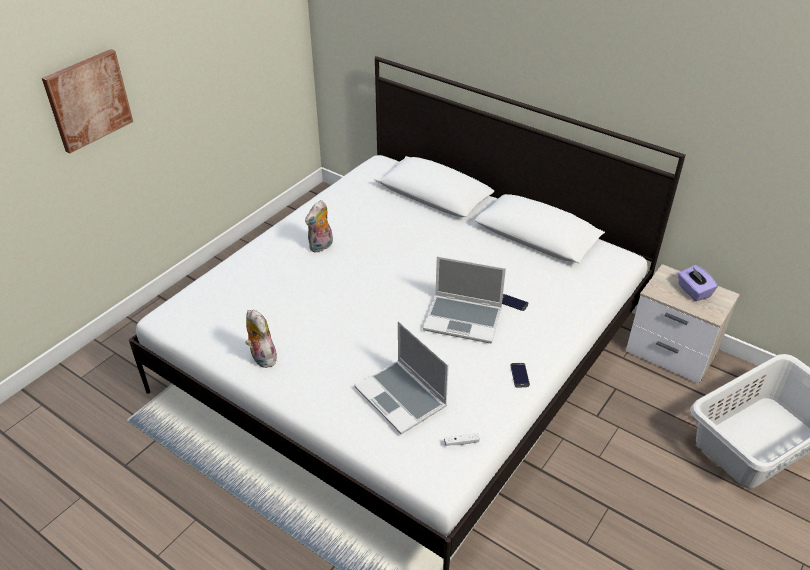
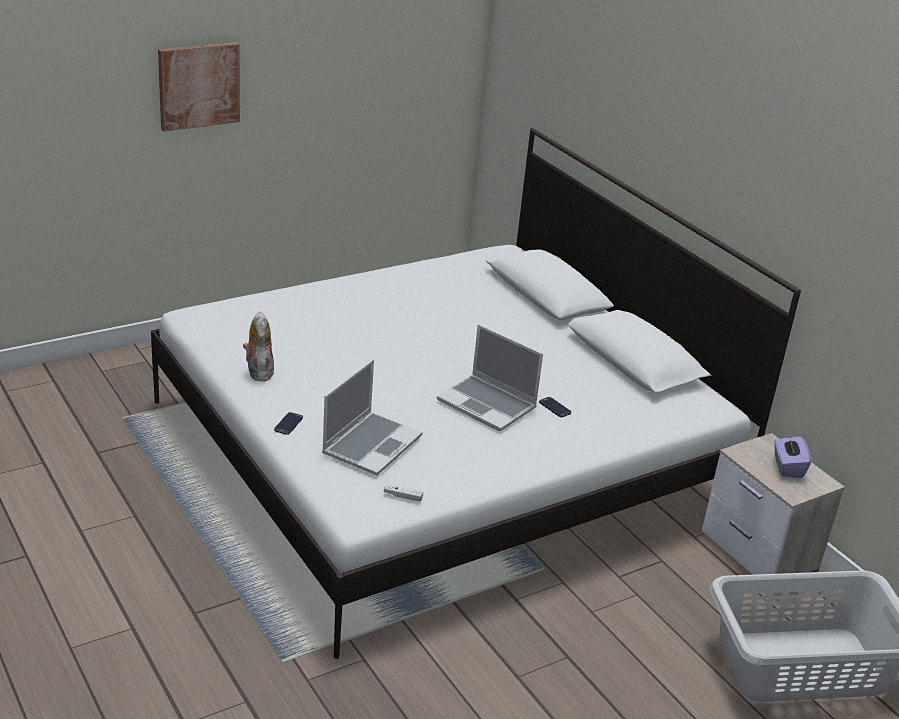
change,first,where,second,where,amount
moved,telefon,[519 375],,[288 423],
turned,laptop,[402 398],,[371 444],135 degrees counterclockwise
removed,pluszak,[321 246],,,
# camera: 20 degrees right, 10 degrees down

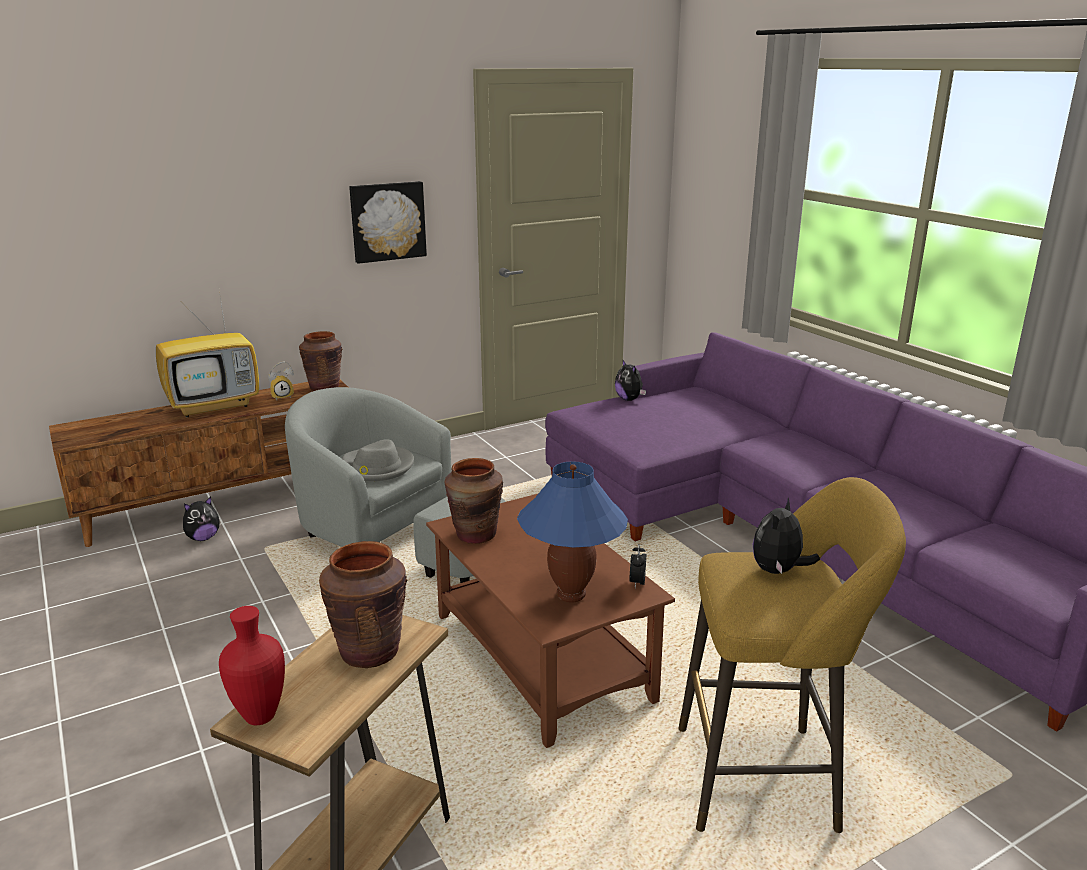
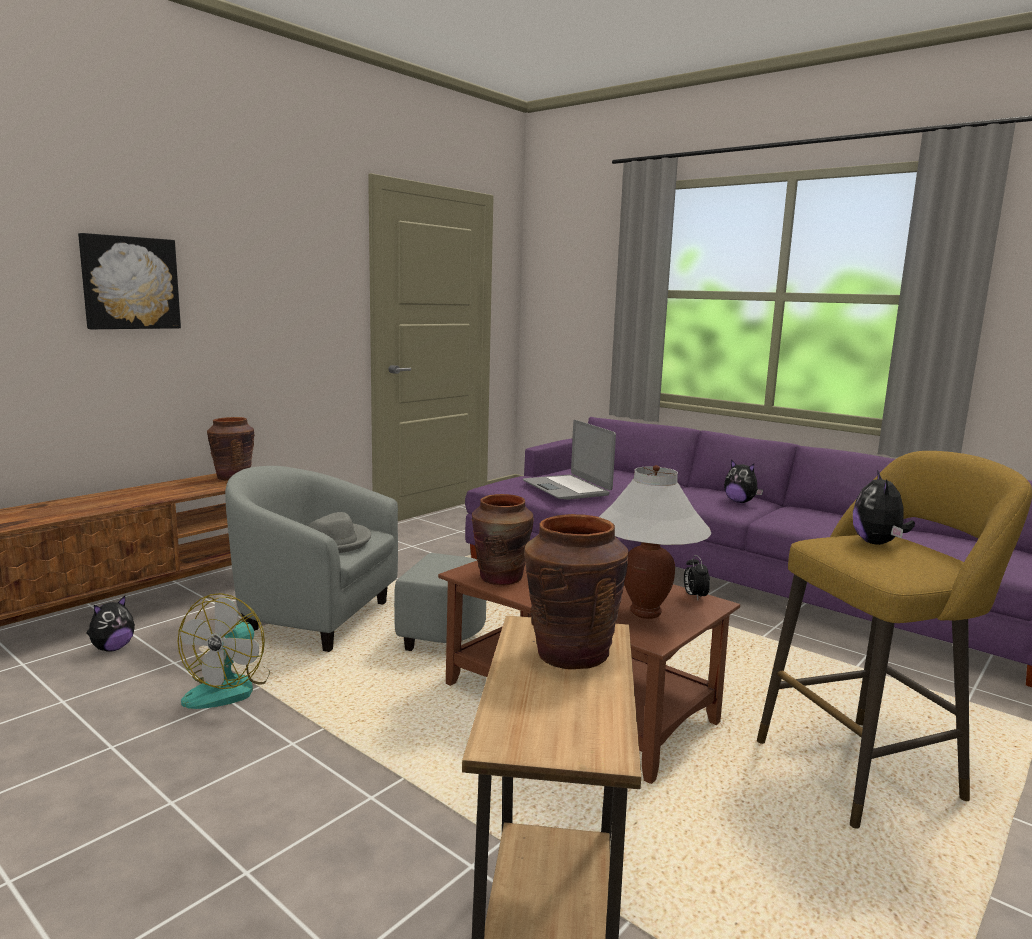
change,first,where,second,where,amount
moved,obraz,[387 221],,[130 283],
added,,,wentylator,[229 687],
added,,,laptop,[567 488],
recoloured,lampa stołowa [niebieski],[571 595],lampa stołowa [biały],[646 613],
moved,pluszak,[629 399],,[740 502],
removed,telewizor,[215 405],,,
removed,wazon [czerwony],[262 716],,,
removed,budzik,[282 396],,,
# camera: 20 degrees left, 10 degrees down

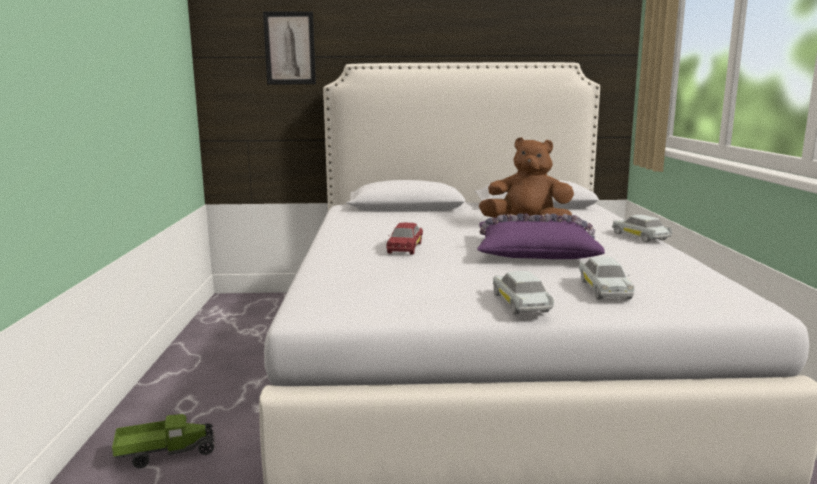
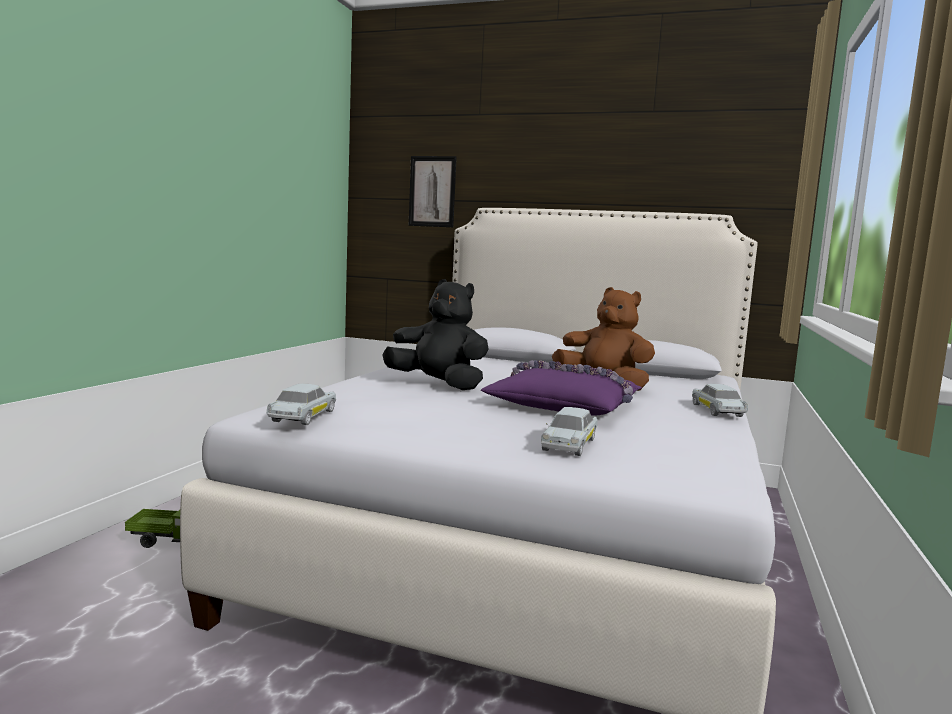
change,first,where,second,where,amount
moved,samochodzik [biały],[520 304],,[303 416],
replaced,samochodzik [czerwony],[405 248],pluszak [czarny],[438 385],
# camera: 20 degrees right, 5 degrees down

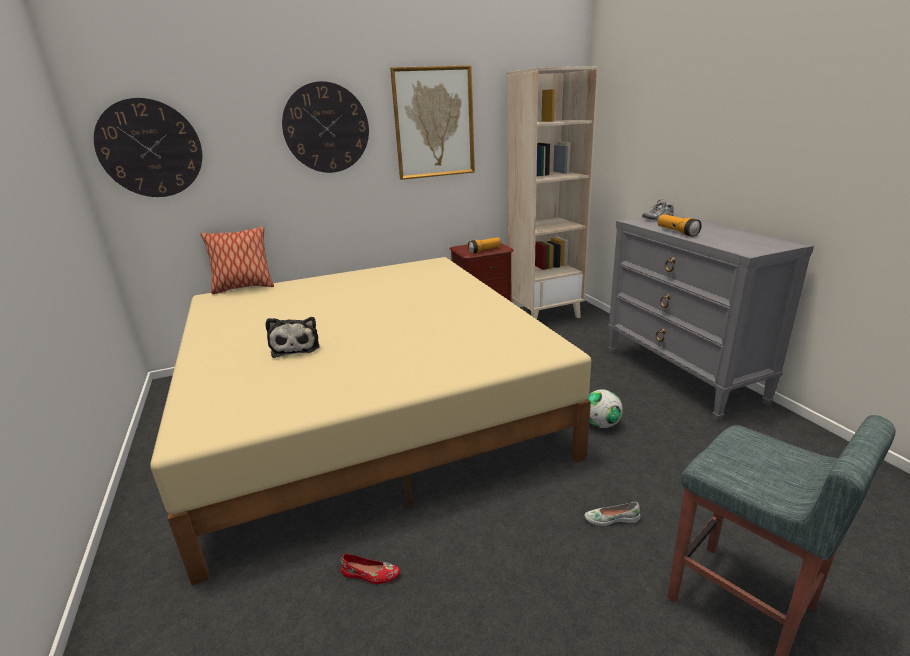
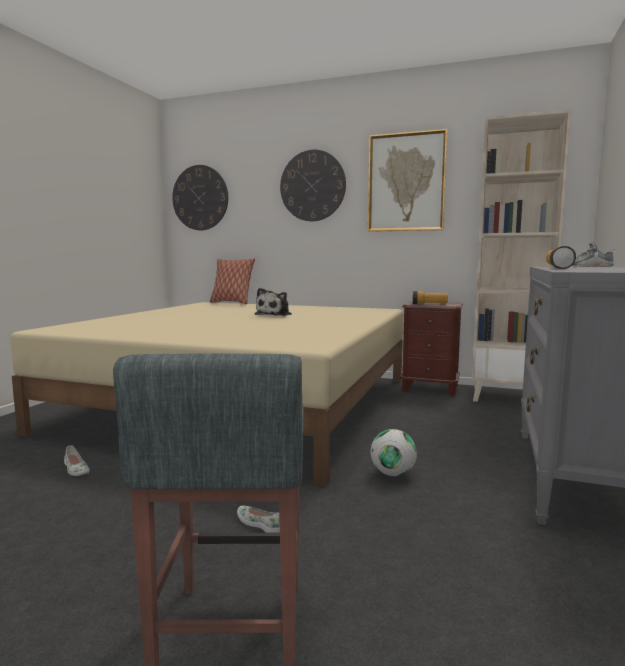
change,first,where,second,where,amount
recoloured,but [czerwony],[370 575],but [biały],[75 469],
moved,pluszak,[296 347],,[275 315],
# camera: 40 degrees right, 15 degrees down

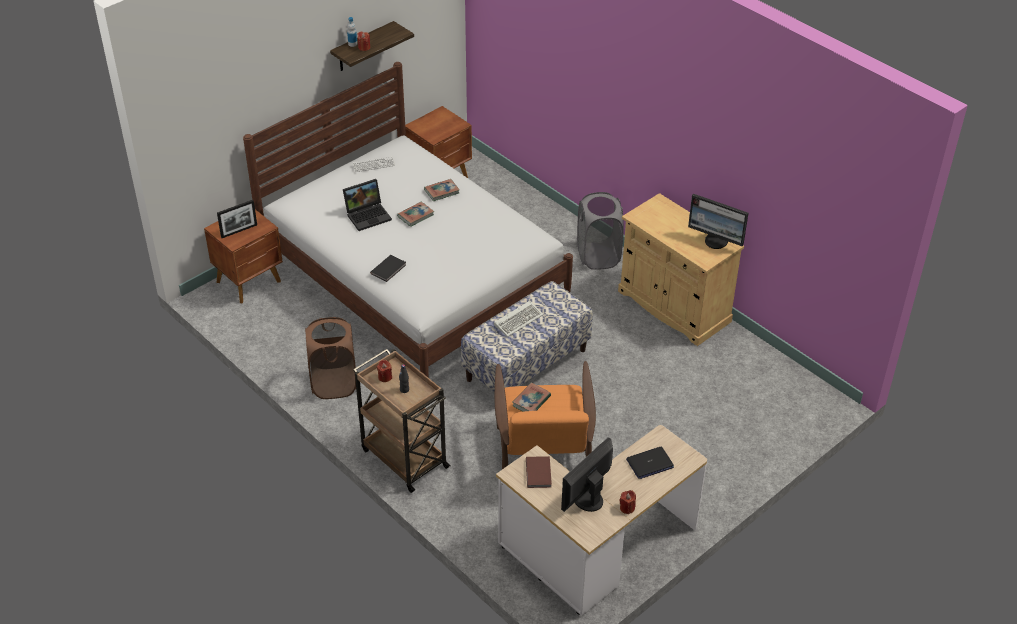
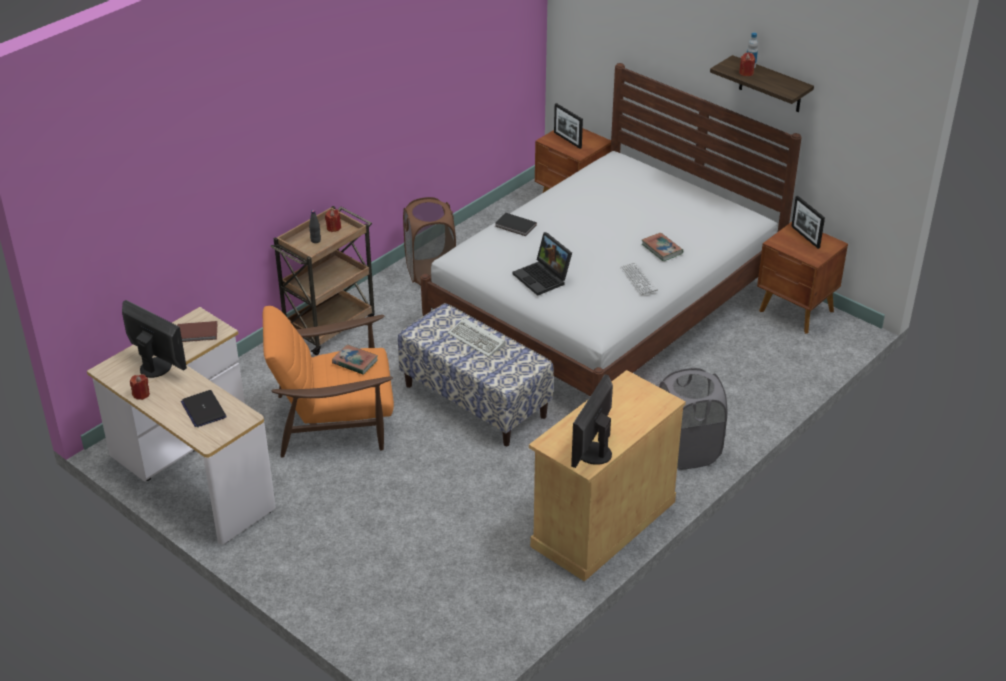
change,first,where,second,where,amount
moved,laptop,[368 215],,[543 278],
moved,klawiatura,[373 164],,[638 279],
added,,,ramka na zdjęcie,[805 237],
removed,książka,[415 216],,,
# camera: 85 degrees right, 5 degrees down

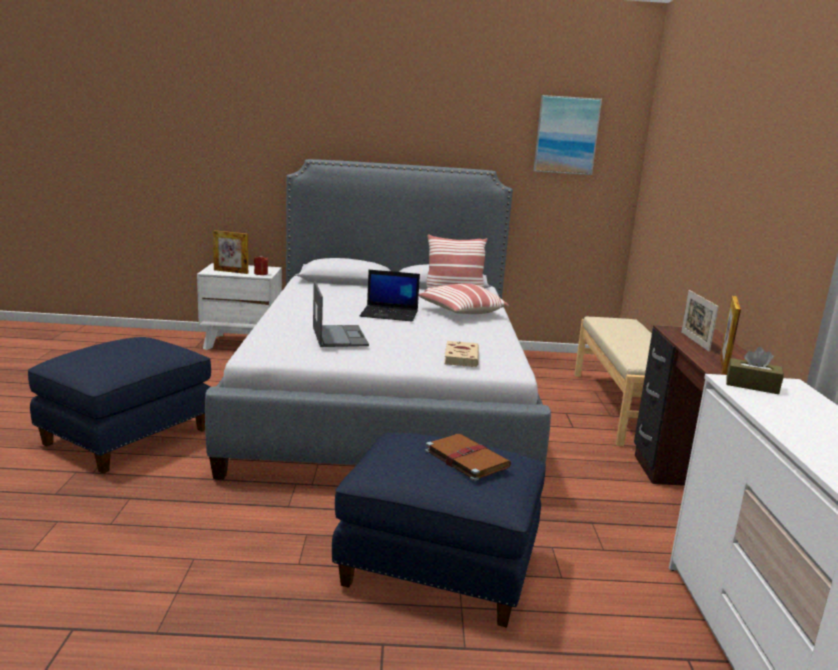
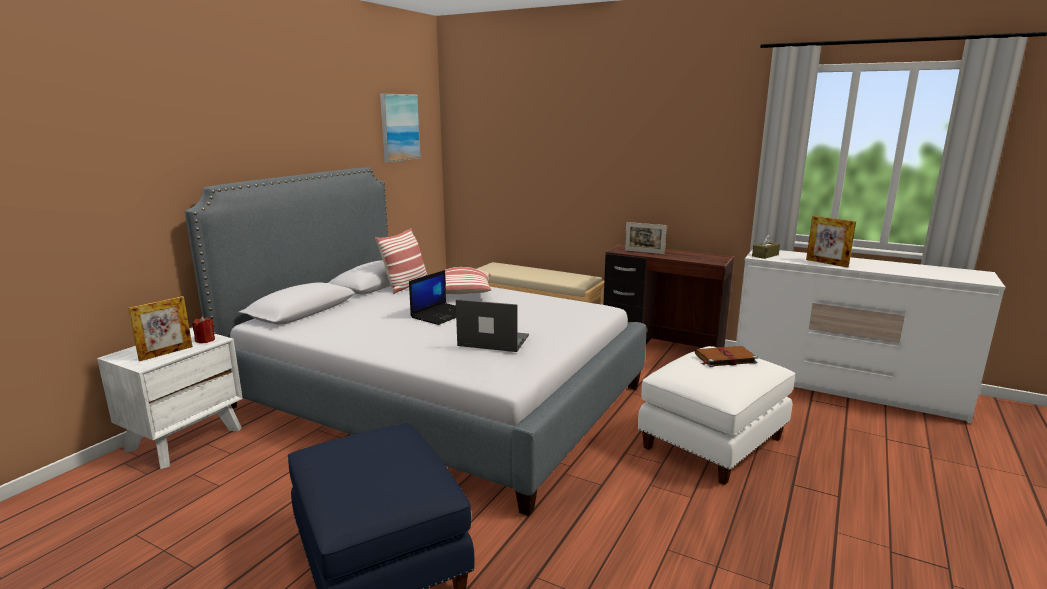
change,first,where,second,where,amount
recoloured,pufa [niebieski],[437 569],pufa [biały],[713 443],
moved,ramka na zdjęcie,[723 365],,[826 263],
removed,książka [beżowy],[461 357],,,
# camera: 60 degrees left, 0 degrees up

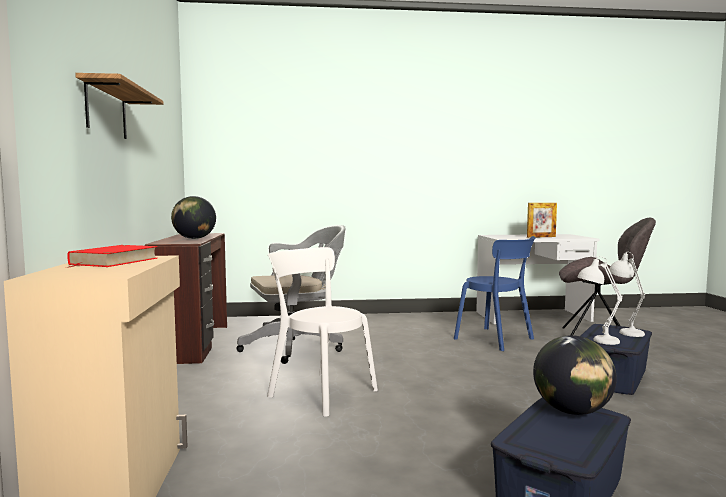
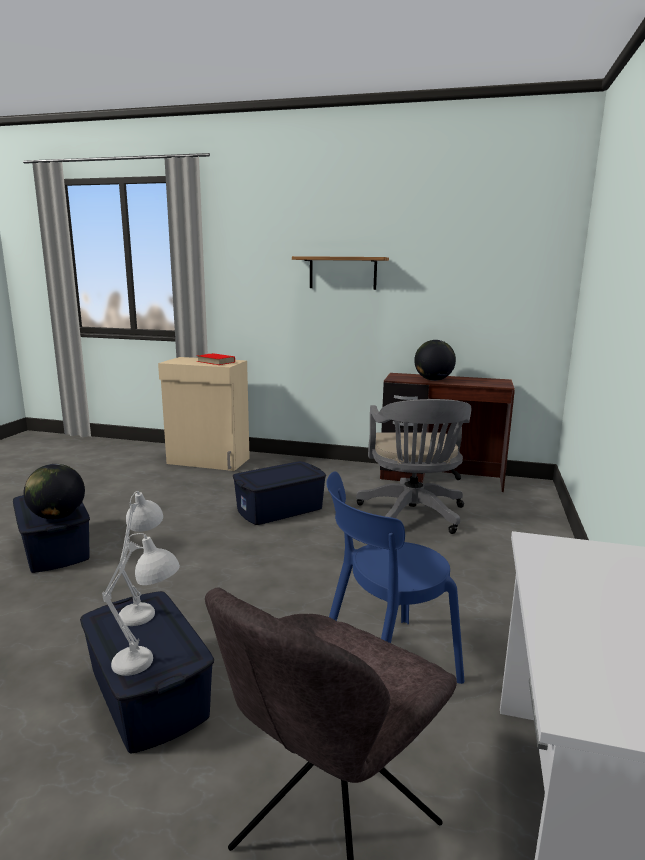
change,first,where,second,where,amount
replaced,krzesło [biały],[319 391],pojemnik do przechowywania [niebieski],[280 509],
removed,ramka na zdjęcie,[541 237],,,
# camera: 110 degrees right, 10 degrees up

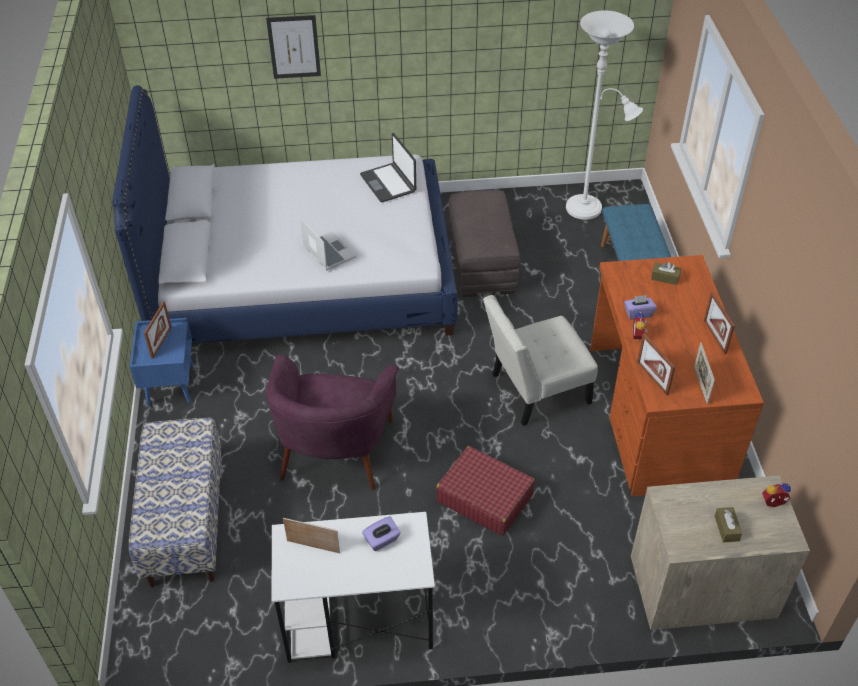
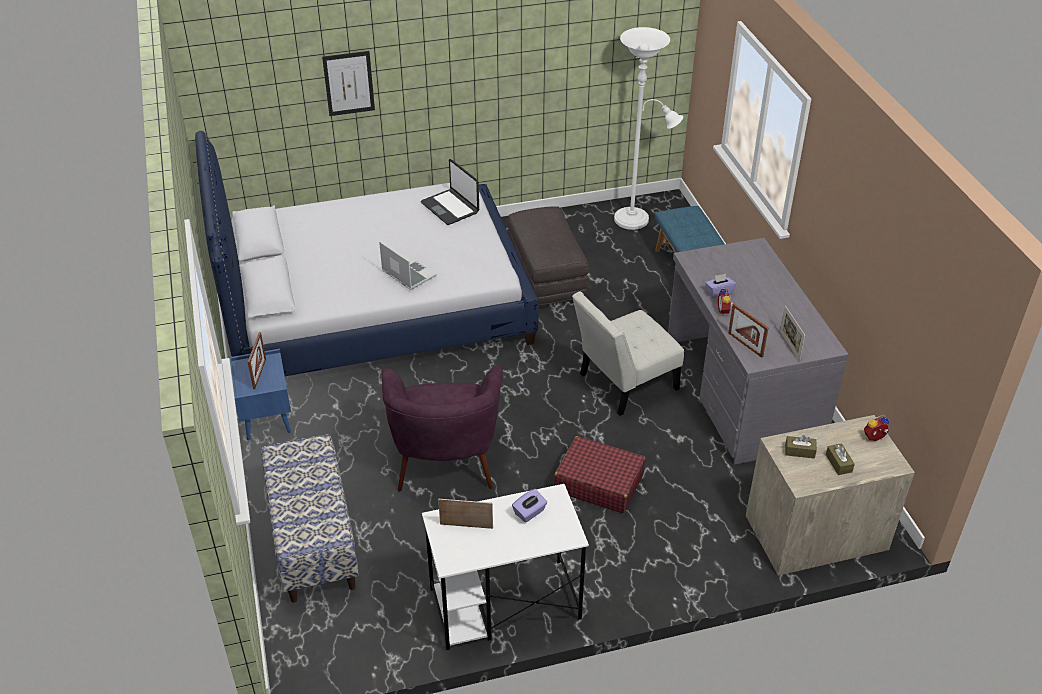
change,first,where,second,where,amount
recoloured,biurko [brązowy],[656 415],biurko [szary],[741 392],
moved,pudełko chusteczek [brązowy],[665 278],,[799 451],
removed,ramka na zdjęcie,[715 337],,,
# camera: 10 degrees left, 5 degrees down

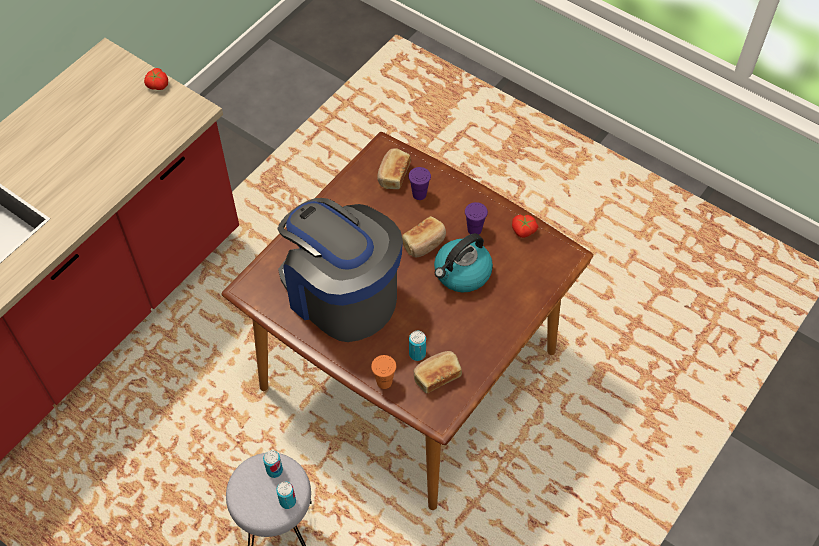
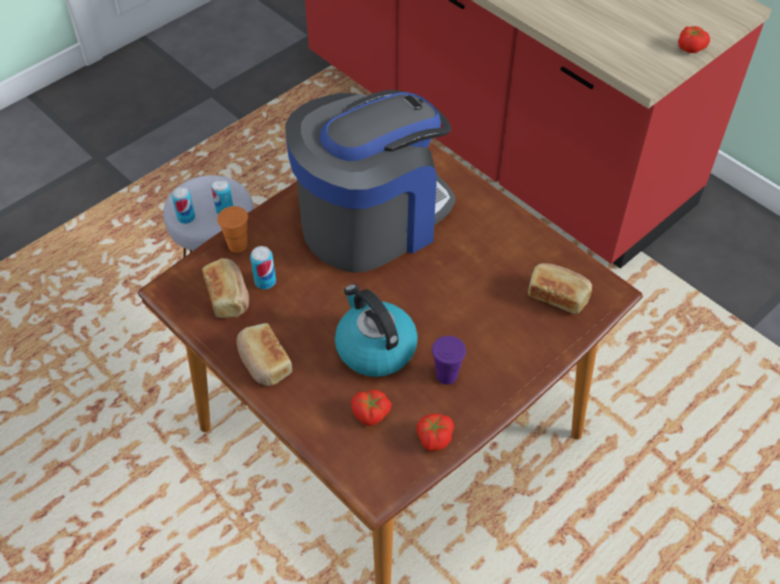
change,first,where,second,where,amount
moved,chleb,[424 243],,[264 363],
added,,,pomidor,[370 414],
removed,filiżanka [fioletowy],[419 194],,,
# camera: 100 degrees right, 5 degrees down

